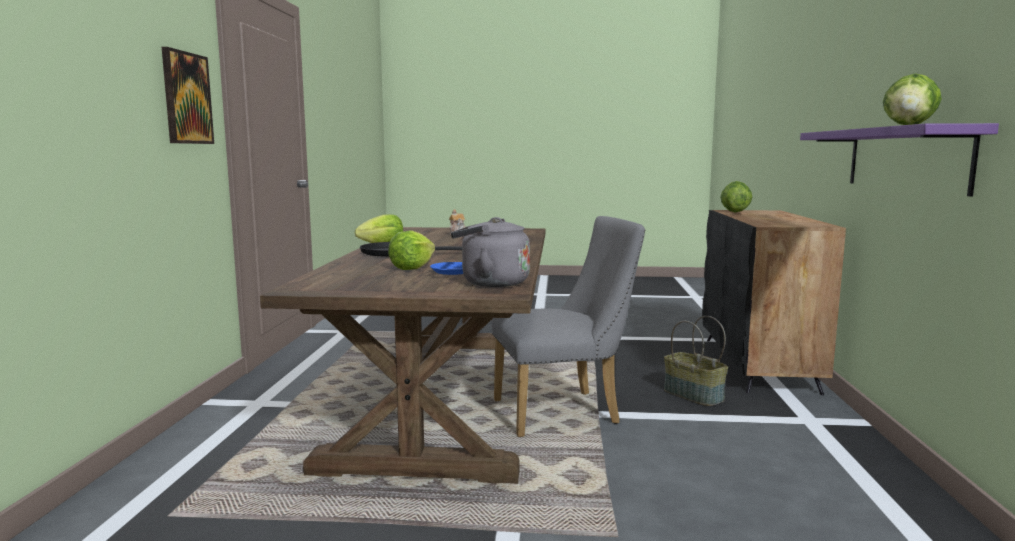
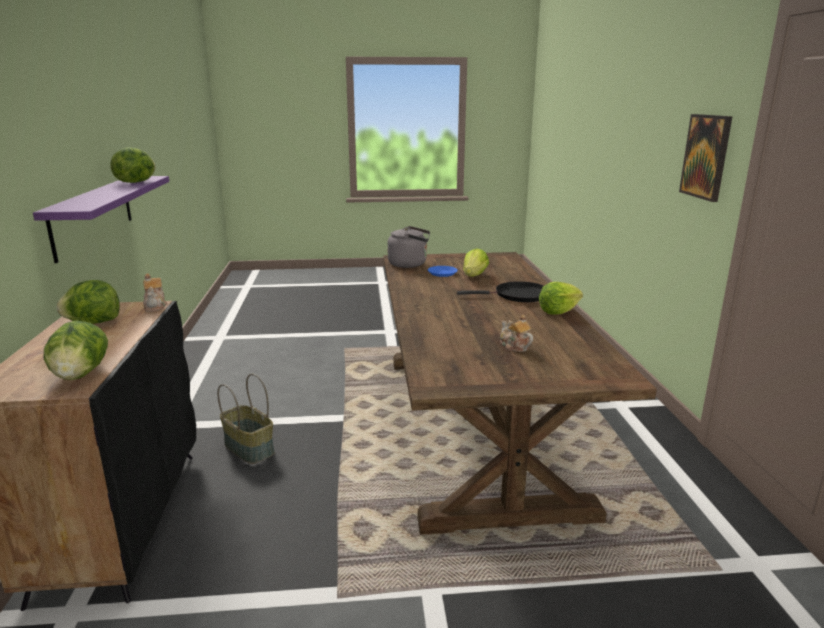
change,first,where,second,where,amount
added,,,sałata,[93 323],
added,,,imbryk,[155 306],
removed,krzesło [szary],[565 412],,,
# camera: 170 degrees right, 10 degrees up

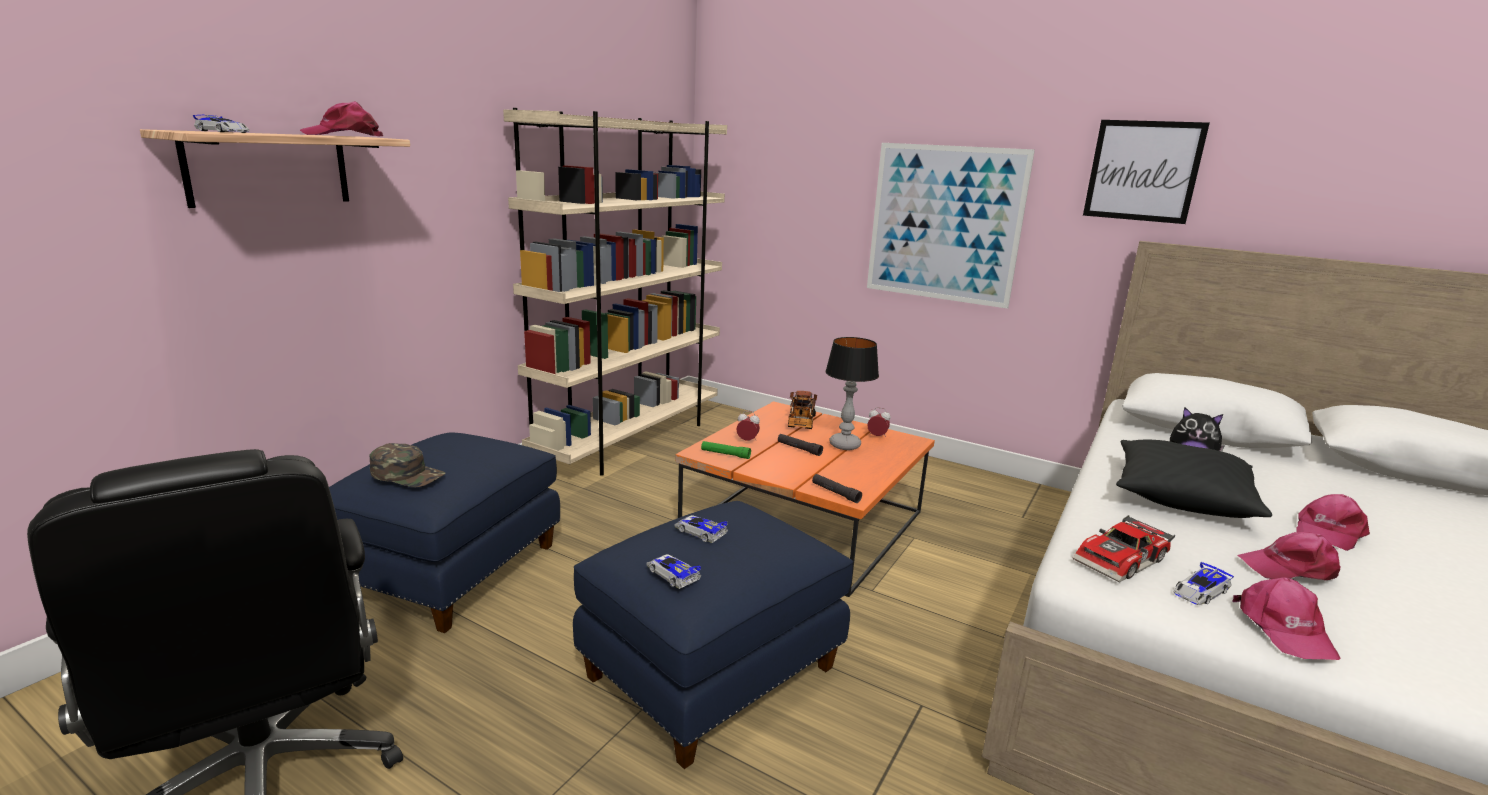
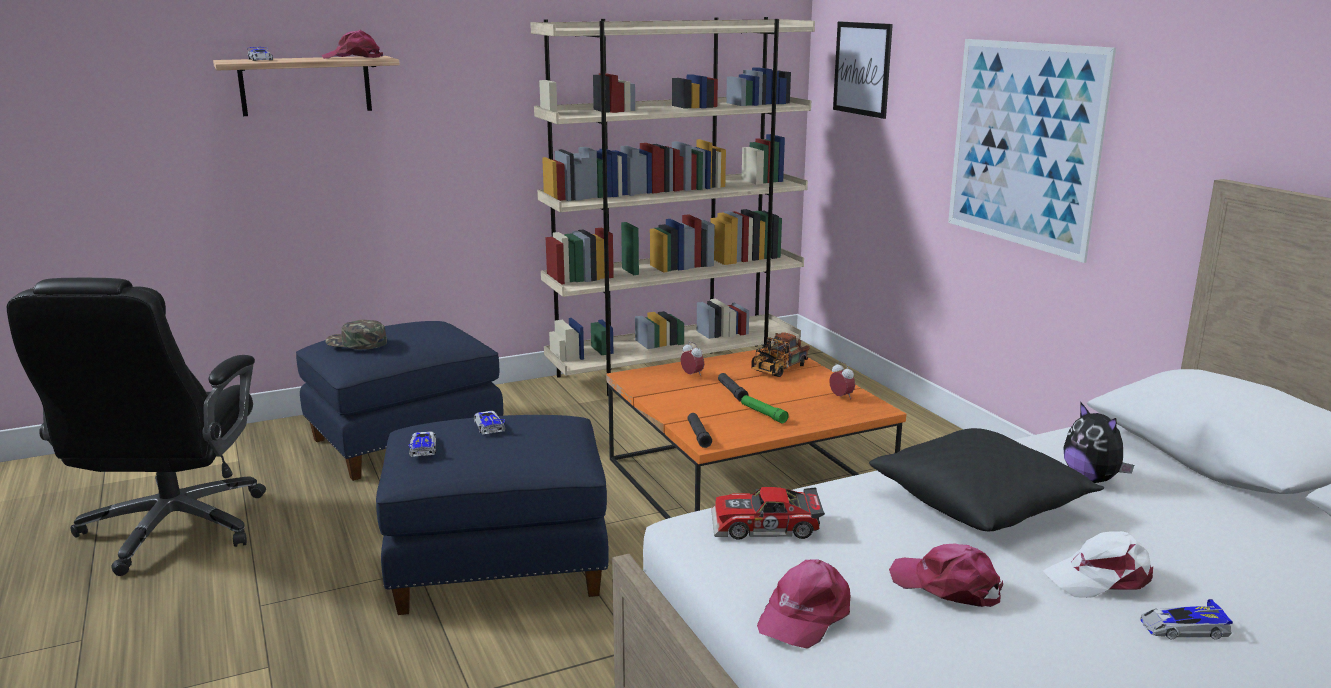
change,first,where,second,where,amount
turned,czapka z daszkiem [zielony],[408 474],,[356 343],150 degrees clockwise
moved,latarka [zielony],[725 454],,[763 414],
moved,obraz,[1143 171],,[862 68],
recoloured,czapka z daszkiem [różowy],[1328 531],czapka z daszkiem [biały],[1100 578],
moved,samochodzik,[1199 591],,[1182 628],
removed,lampa stołowa,[845 445],,,
# camera: 35 degrees right, 0 degrees up

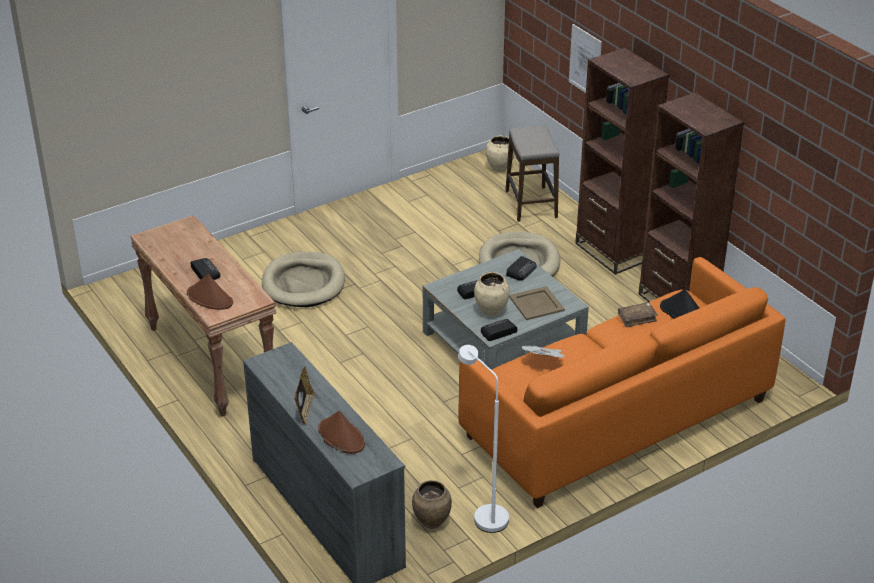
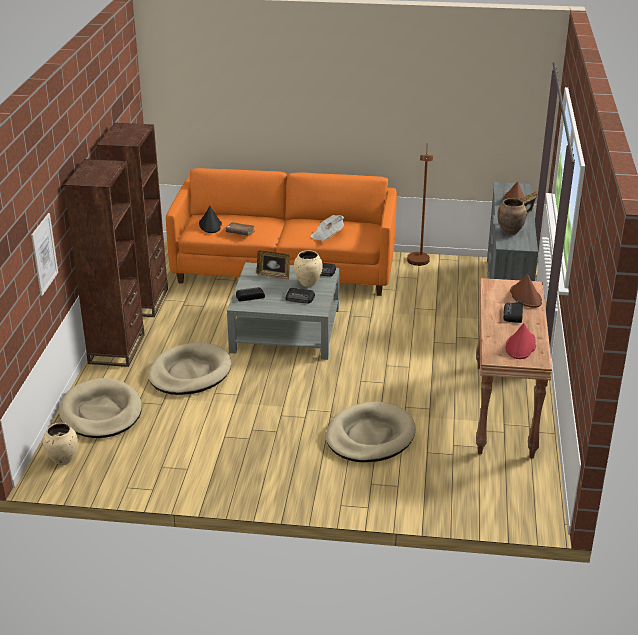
change,first,where,second,where,amount
replaced,stołek,[531 204],legowisko [beżowy],[101 412],
replaced,taca [beżowy],[536 304],ramka na zdjęcie,[273 275],
recoloured,lampa stojąca [biały],[484 515],lampa stojąca [brązowy],[419 263],
moved,wazon [brązowy],[431 522],,[510 232],
added,,,kapelusz [czerwony],[520 346],
# camera: 140 degrees left, 5 degrees down

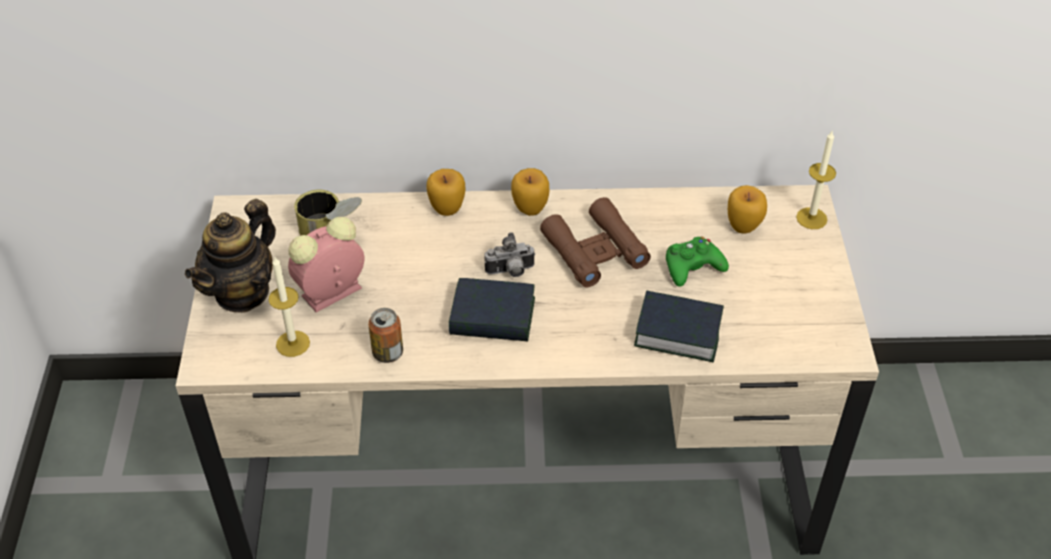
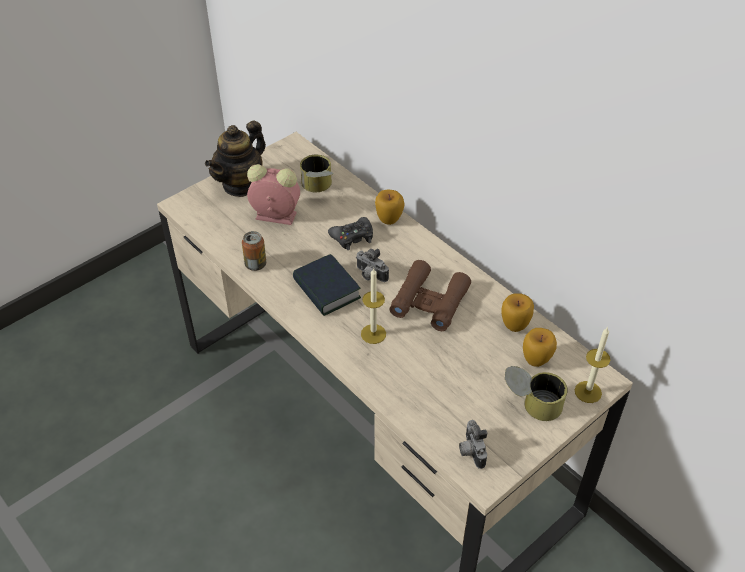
change,first,where,second,where,amount
turned,imbryk,[242 292],,[241 184],45 degrees counterclockwise
added,,,pad do gier [czarny],[352 237],
moved,świeca,[293 343],,[373 334],
added,,,aparat fotograficzny,[470 451],
moved,jabłko,[530 208],,[515 325],
added,,,puszka,[531 404],
removed,książka,[678 331],,,
removed,pad do gier [zielony],[692 267],,,
# camera: 50 degrees right, 0 degrees up

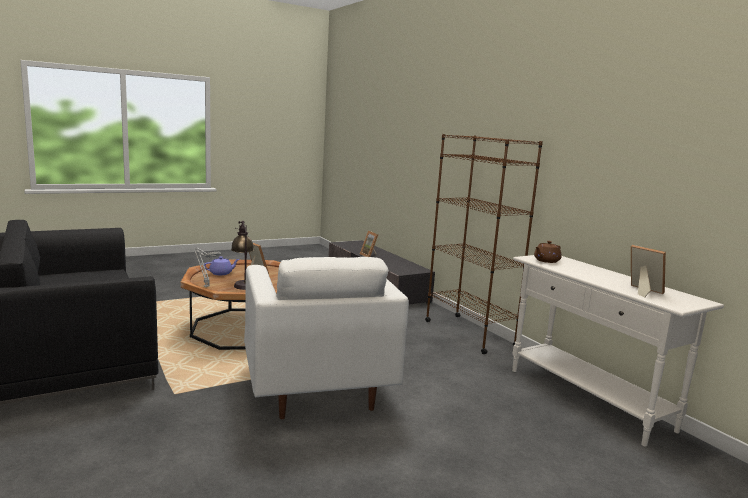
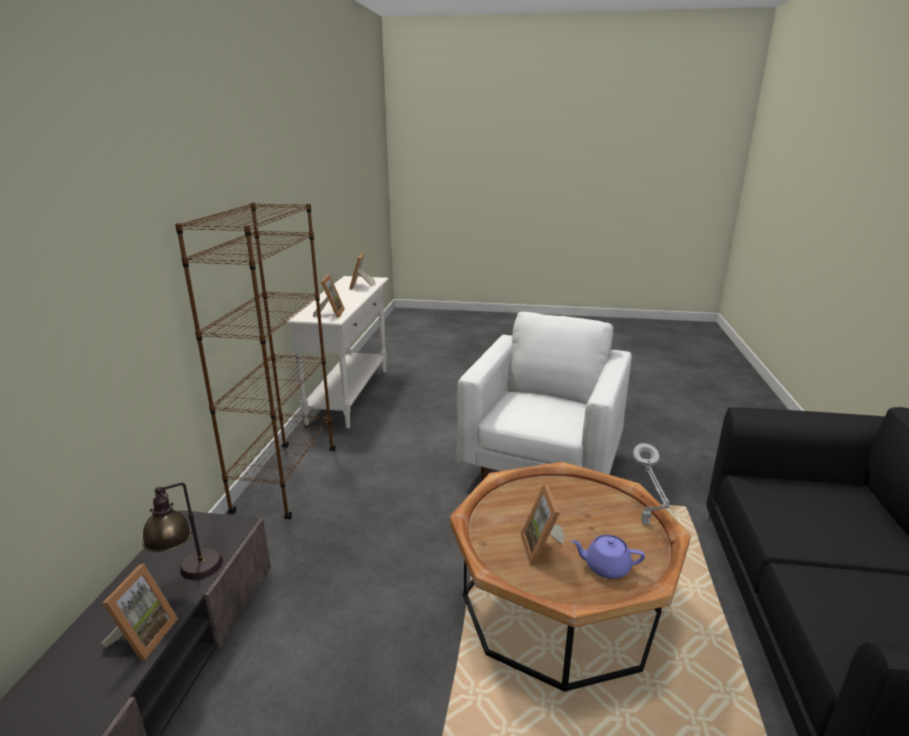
change,first,where,second,where,amount
moved,lampa stołowa,[243 283],,[191 576],
replaced,imbryk [brązowy],[546 261],ramka na zdjęcie,[330 314],
# camera: 140 degrees left, 10 degrees up

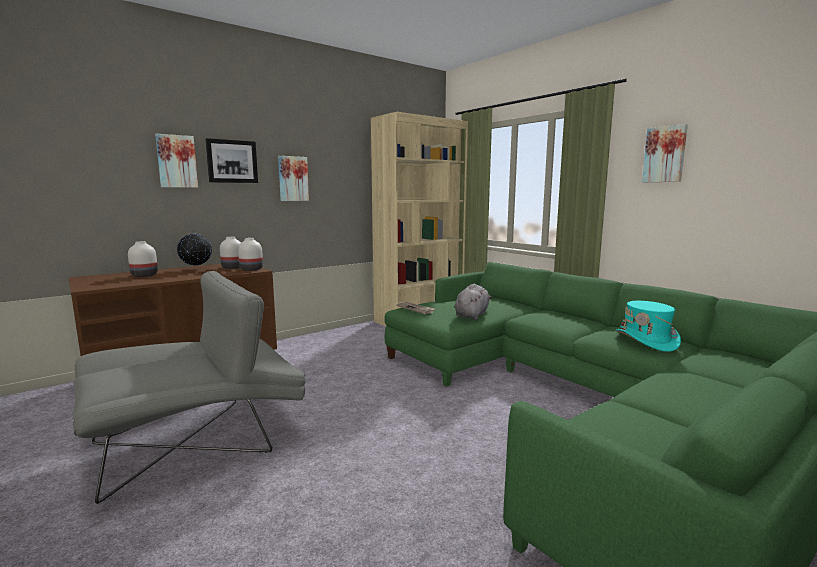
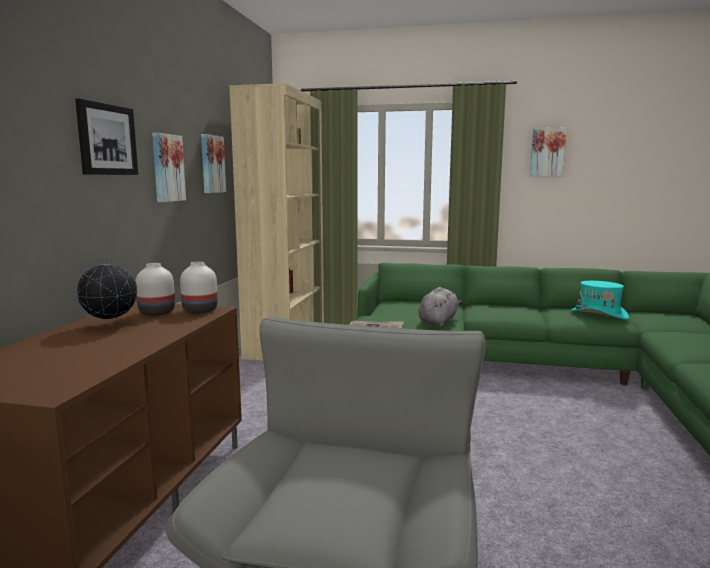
change,first,where,second,where,amount
moved,obraz,[176 161],,[211 164],
turned,pluszak [szary],[472 315],,[438 321],45 degrees clockwise
removed,wazon [biały],[143 275],,,
# camera: 40 degrees left, 0 degrees up

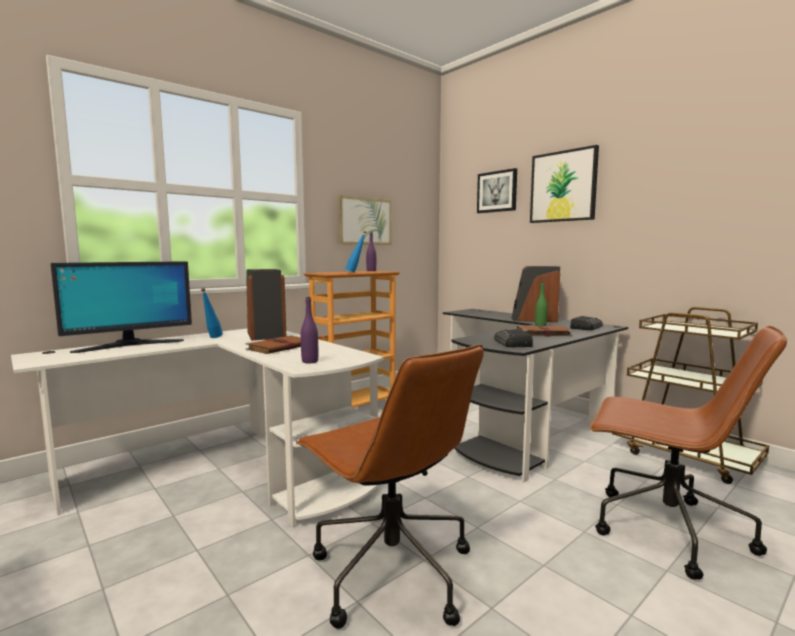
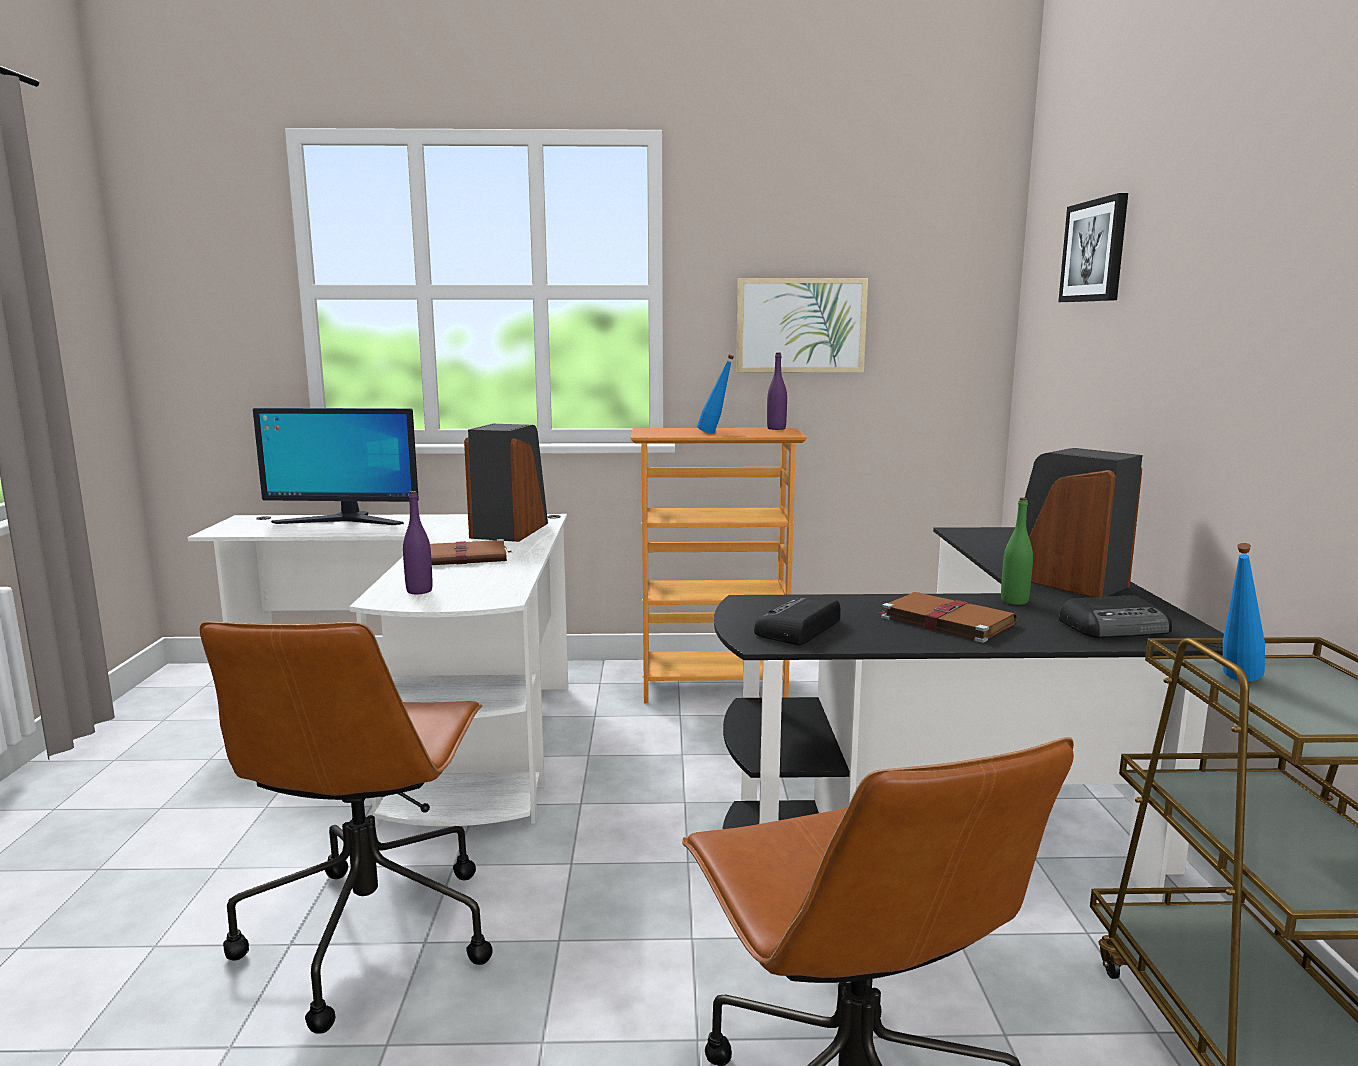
change,first,where,second,where,amount
moved,butelka [niebieski],[212 338],,[1235 681],
removed,obraz,[563 186],,,
# camera: 40 degrees right, 5 degrees up

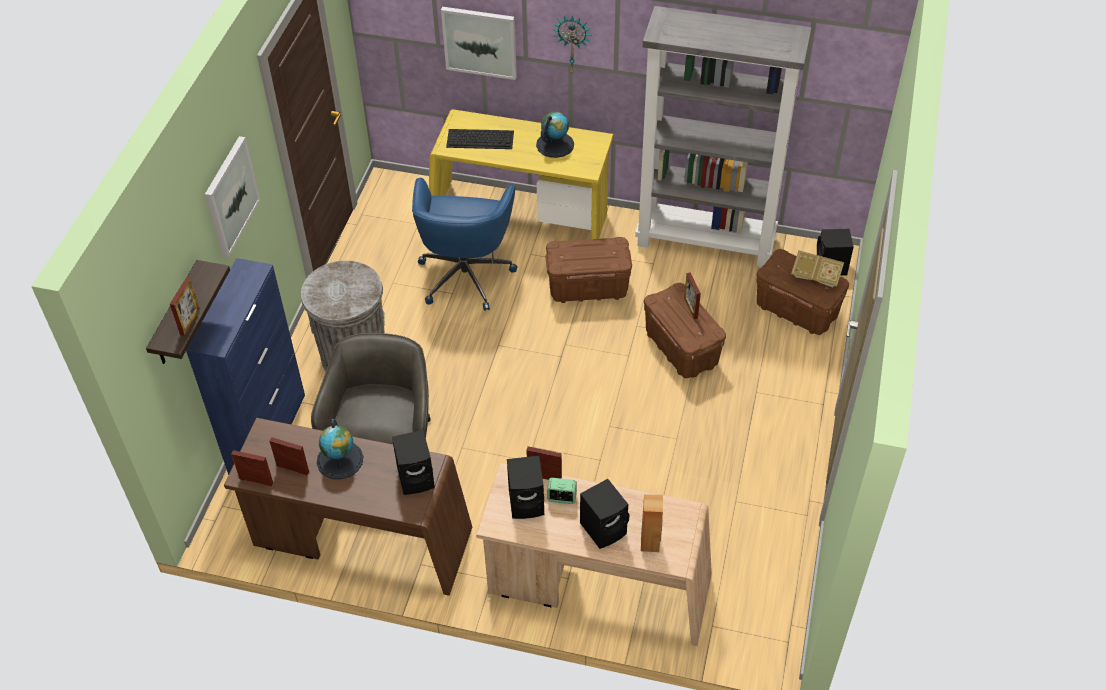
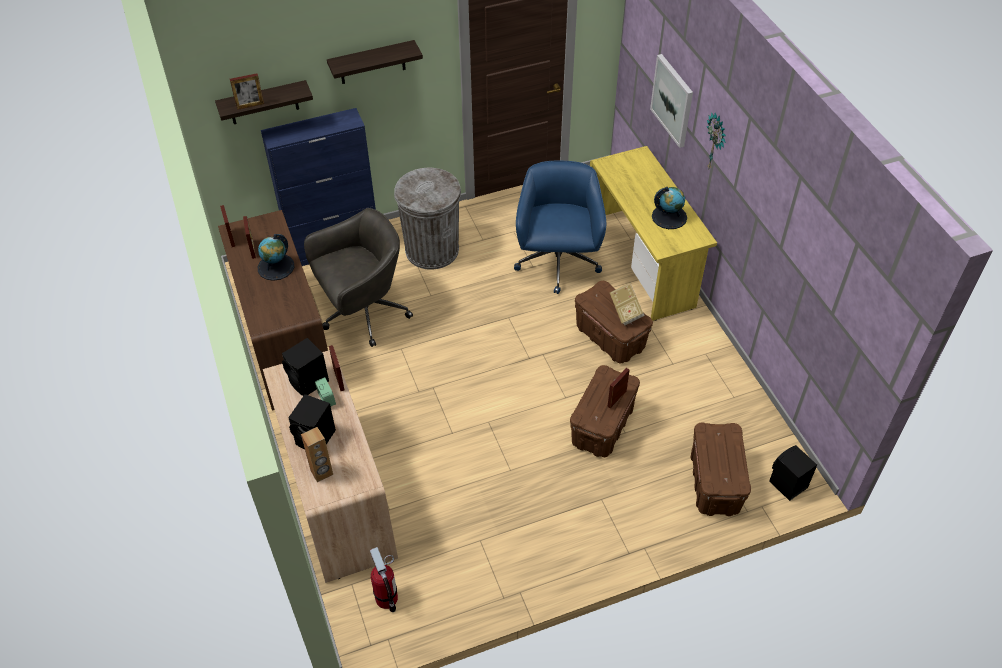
change,first,where,second,where,amount
replaced,obraz,[230 196],półka,[372 62],
added,,,gaśnica,[387 598],
turned,krzesło biurowe [niebieski],[466 274],,[557 264],120 degrees clockwise
moved,książka,[816 276],,[626 311],
removed,głośnik [czarny],[417 477],,,
removed,klawiatura,[481 139],,,
removed,regał [szary],[706 241],,,
# camera: 55 degrees right, 0 degrees up

